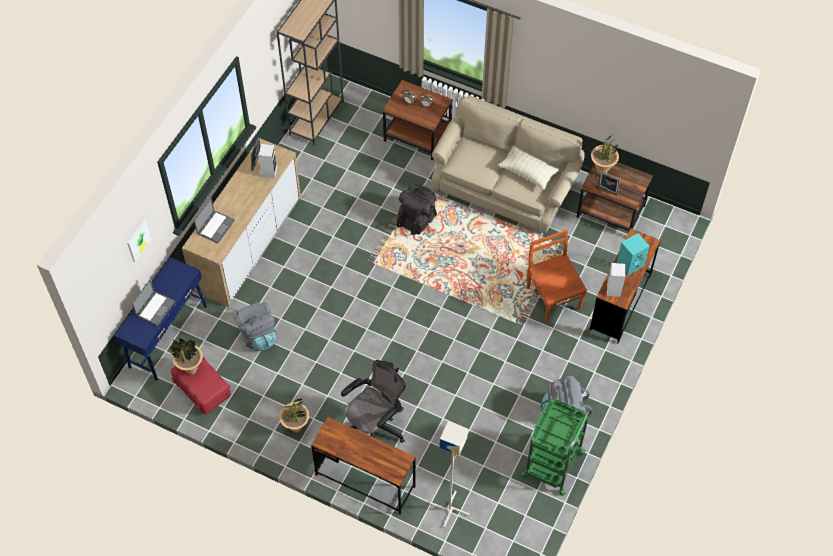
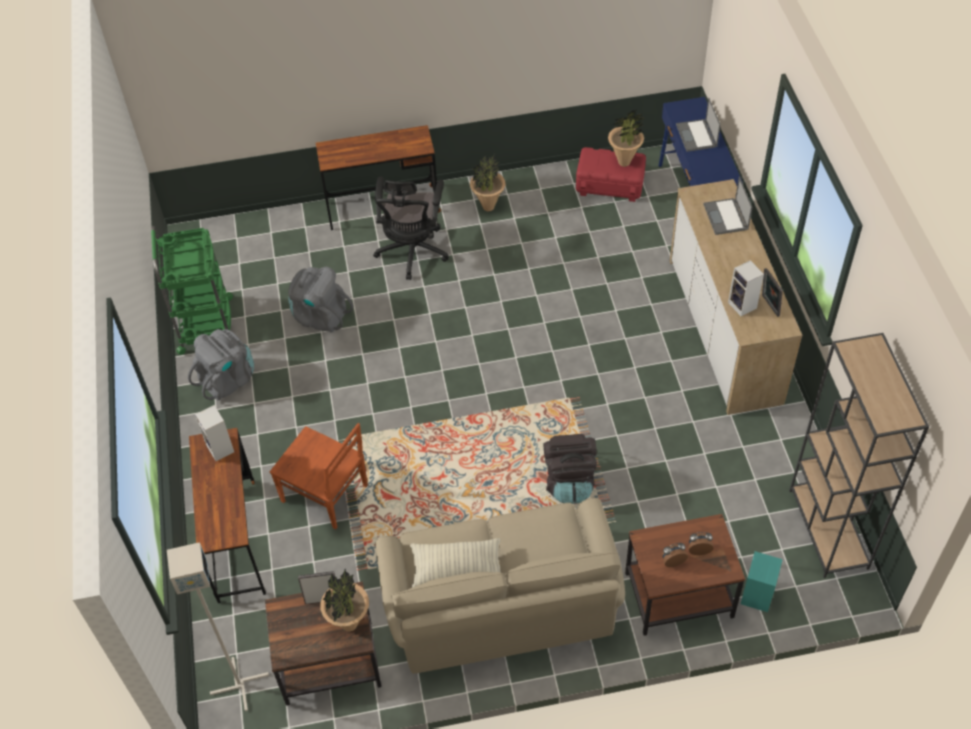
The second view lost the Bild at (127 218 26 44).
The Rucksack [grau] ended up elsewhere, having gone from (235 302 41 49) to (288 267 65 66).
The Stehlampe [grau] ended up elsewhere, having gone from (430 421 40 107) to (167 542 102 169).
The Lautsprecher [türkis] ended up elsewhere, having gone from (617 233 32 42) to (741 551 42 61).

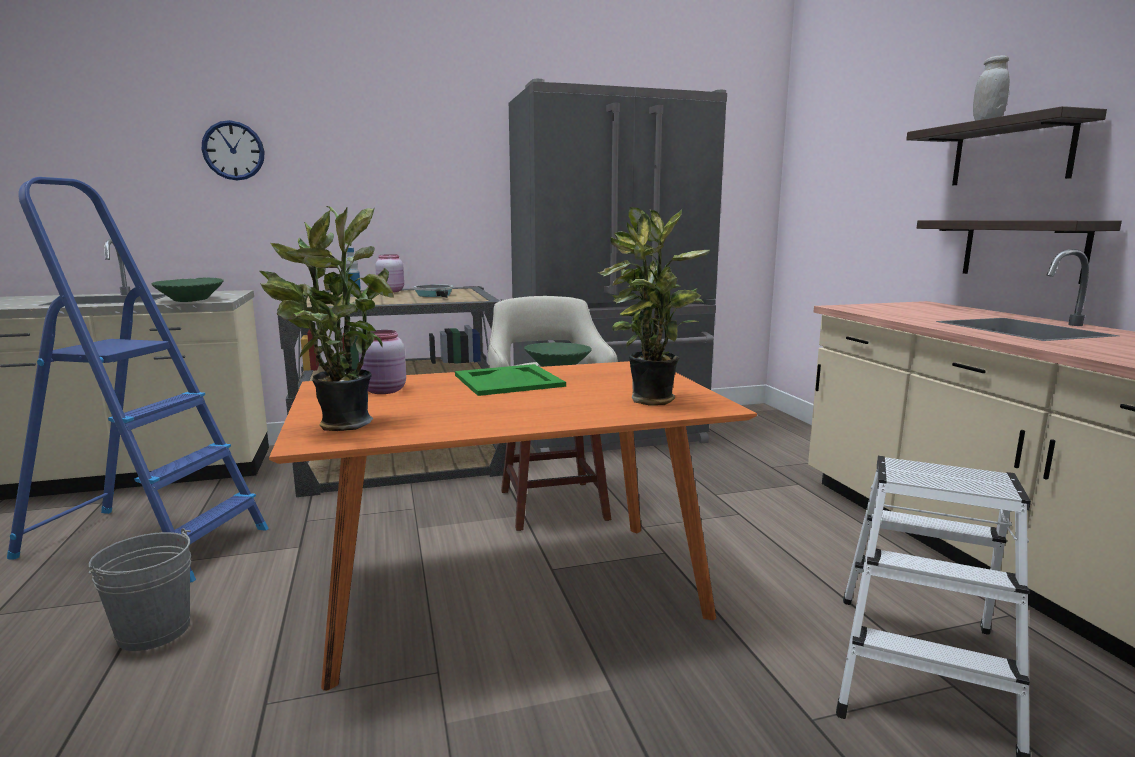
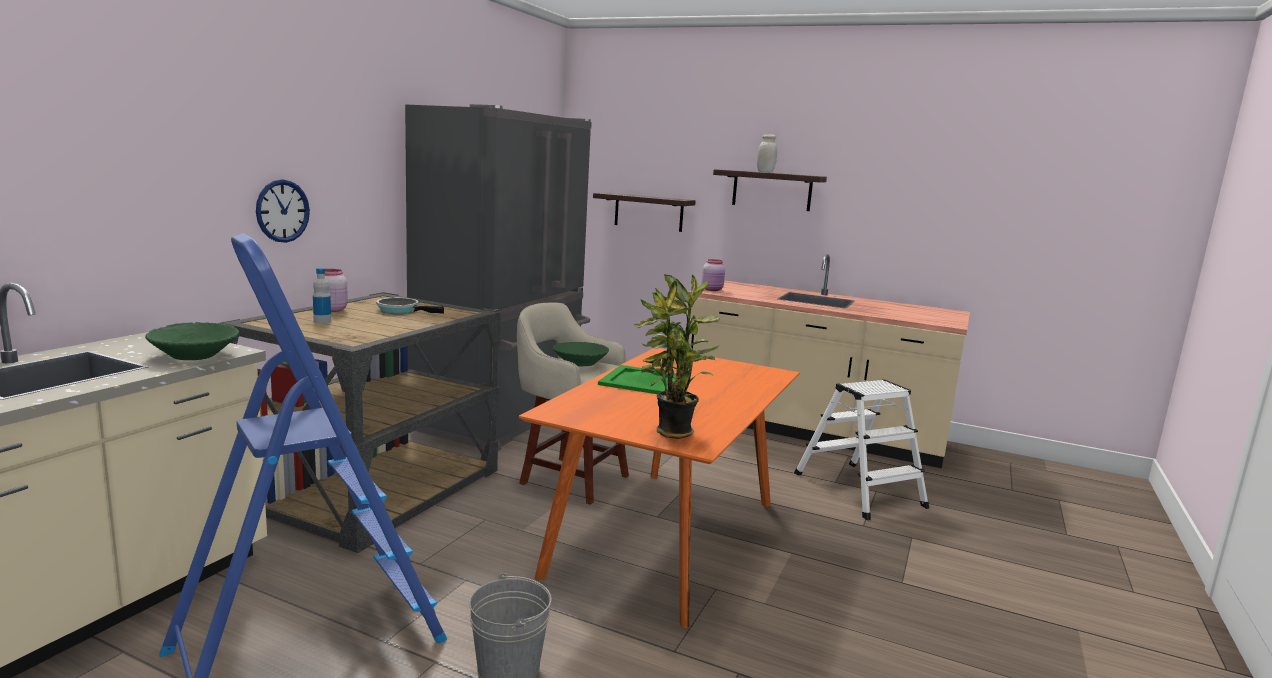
The second view lost the Topfpflanze at (597 207 113 199).
The Wanduhr ended up elsewhere, having gone from (202 120 63 61) to (256 179 54 64).
The Vorratsglas [rosa] ended up elsewhere, having gone from (358 330 48 64) to (702 259 23 32).
The Wandregal ended up elsewhere, having gone from (917 220 205 64) to (593 193 103 39).

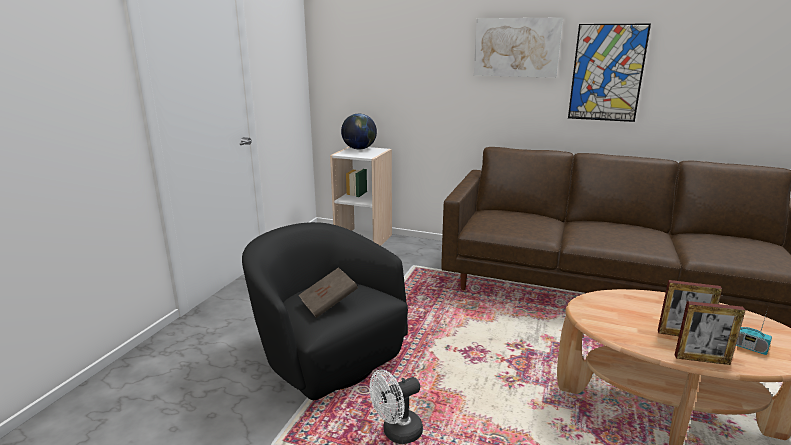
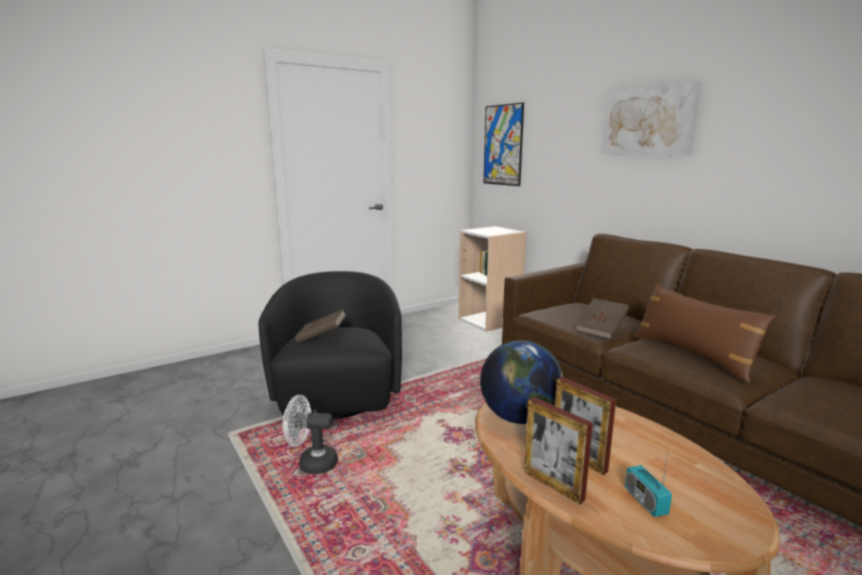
The second view gained the Buch [braun] at (575 298 54 41).
The second view gained the Kissen [braun] at (634 284 142 99).
The Globus ended up elsewhere, having gone from (341 114 36 36) to (480 340 83 84).
The Bild ended up elsewhere, having gone from (568 24 83 98) to (484 103 40 83).

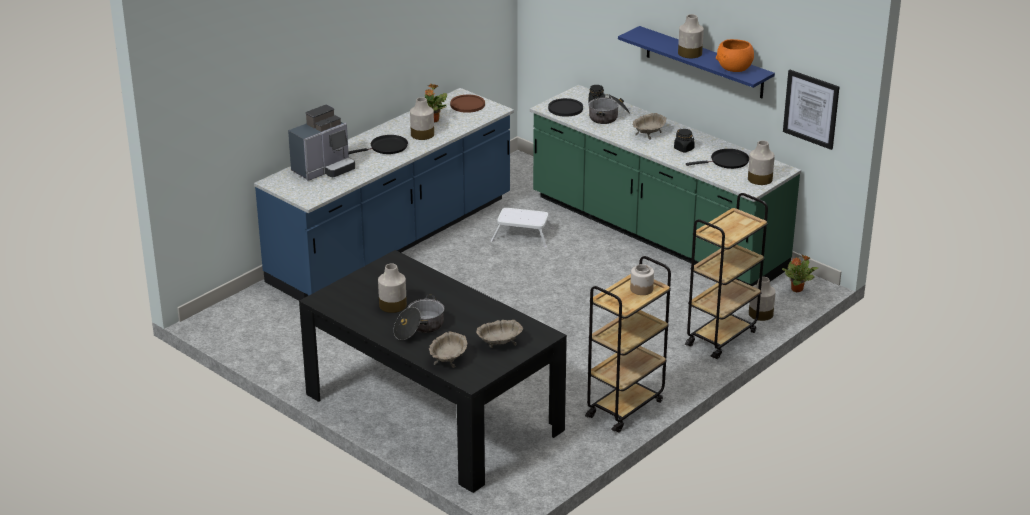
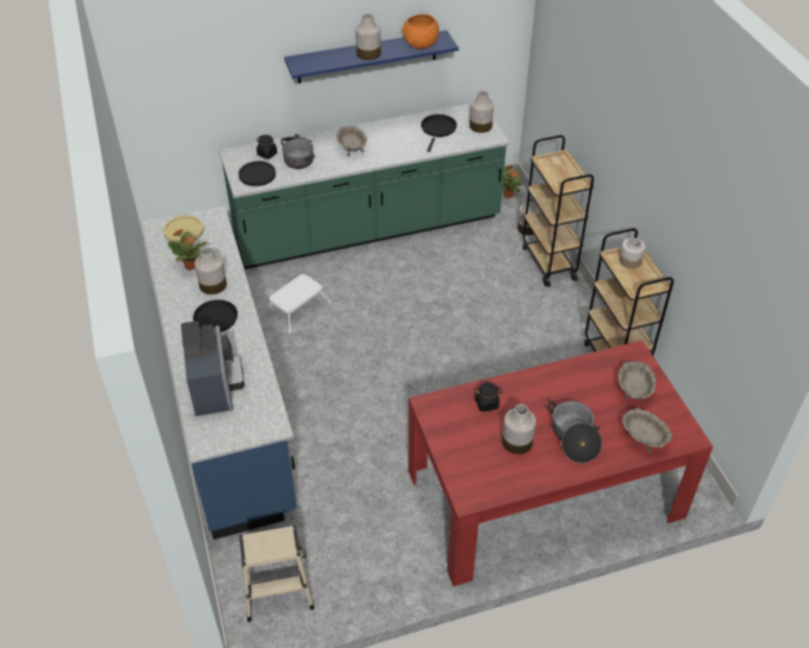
The second view lost the Bild at (783 70 56 80).
The second view gained the Trittleiter [beige] at (239 525 75 97).
The Vorratsglas [schwarz] ended up elsewhere, having gone from (674 129 21 23) to (474 382 28 30).
What was the Esstisch [schwarz] at (299 250 268 243) turned into the Esstisch [rot] at (408 340 305 246).
What was the Teller [braun] at (450 95 35 18) turned into the Teller [gelb] at (163 215 41 29).

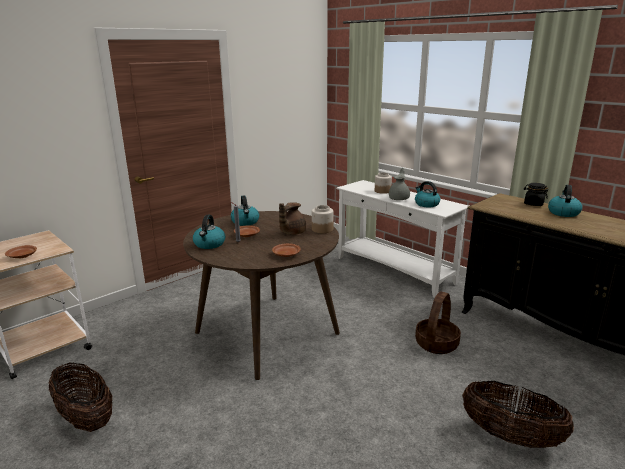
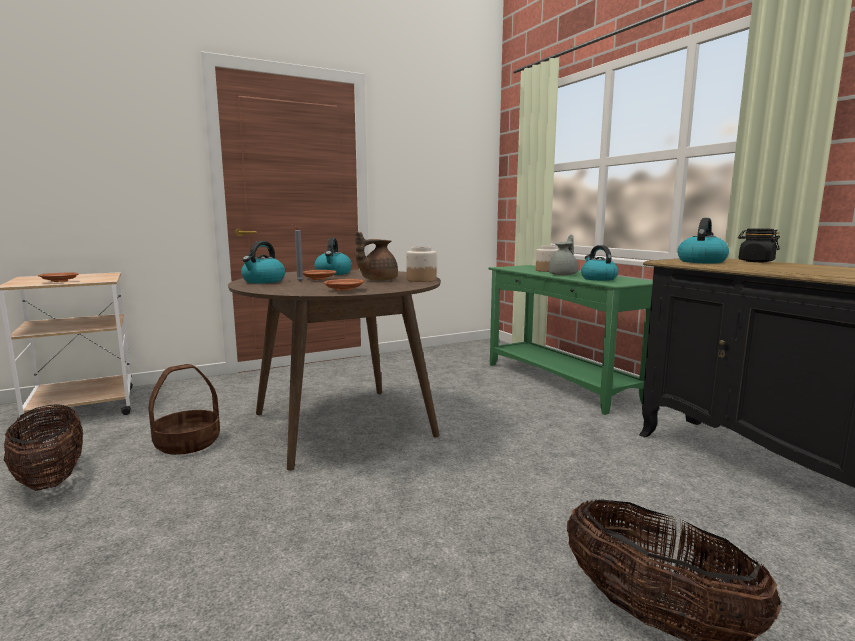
The Korb ended up elsewhere, having gone from (415 291 46 63) to (148 364 72 91).
The Wasserkessel ended up elsewhere, having gone from (548 185 34 32) to (677 218 52 46).
What was the Konsolentisch [weiß] at (336 180 133 118) turned into the Konsolentisch [grün] at (489 265 164 150).

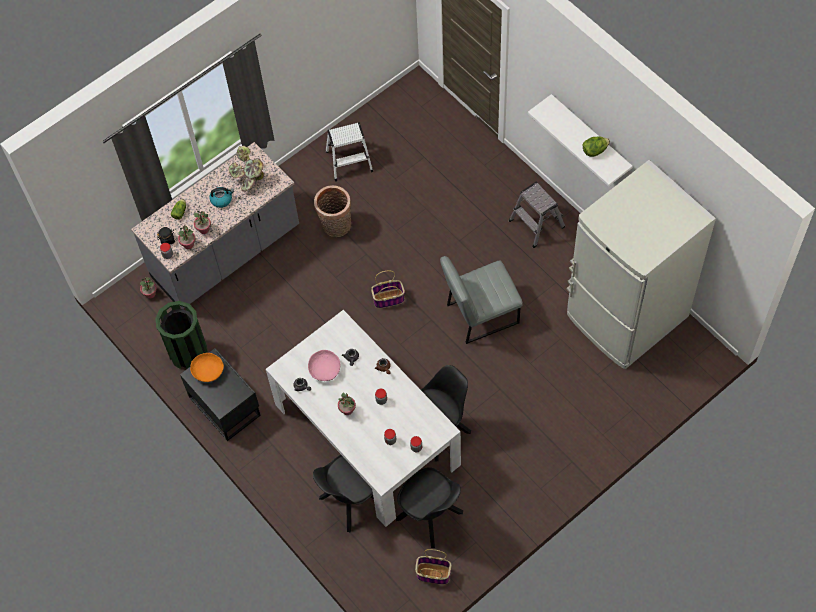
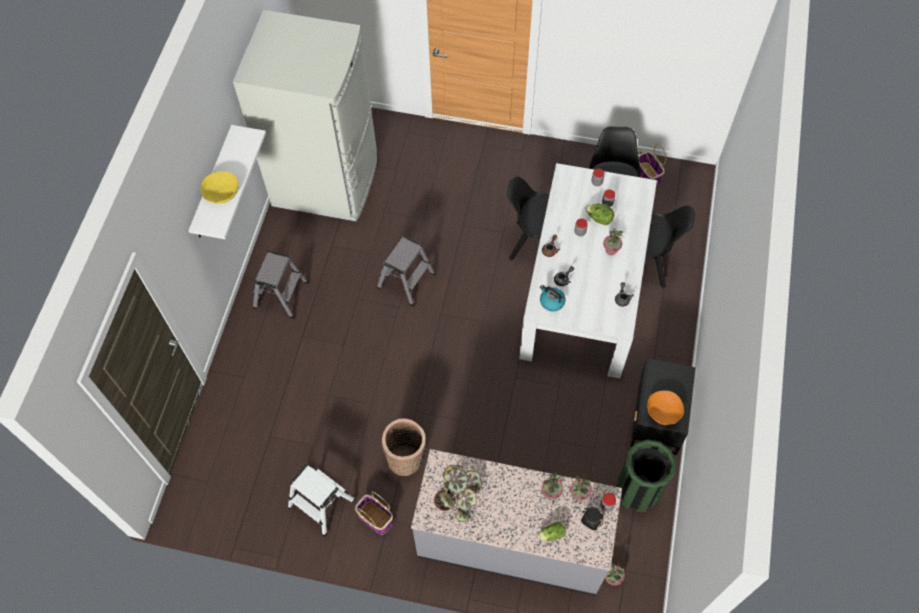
The second view lost the Schüssel [rosa] at (308 350 32 31).
The second view gained the Schüssel [gelb] at (201 171 38 32).
The Wasserkessel ended up elsewhere, having gone from (209 187 25 21) to (540 285 26 26).
The Korb ended up elsewhere, having gone from (371 270 34 38) to (355 491 38 44).
The Salatkopf ended up elsewhere, having gone from (583 137 27 20) to (585 204 29 21).
Where the Stuhl [grau] stood at (440 256 83 88), the Trittleiter [grau] came to stand at (376 236 60 71).

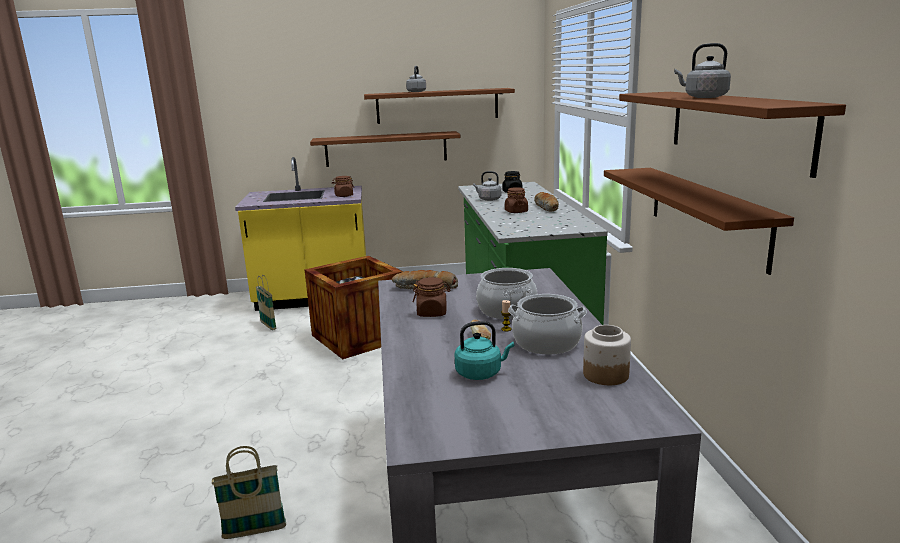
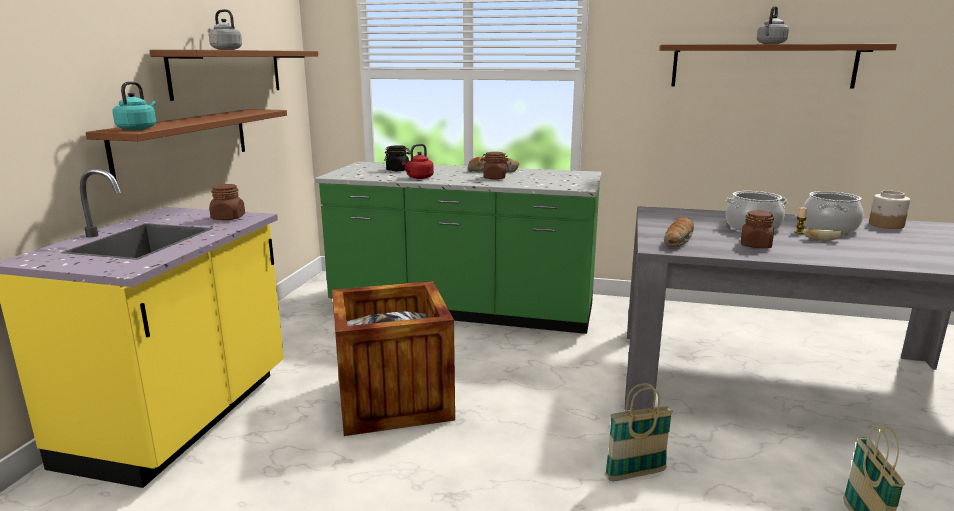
The second view lost the Wandregal [braun] at (604 168 190 107).
The Korb ended up elsewhere, having gone from (256 275 20 55) to (605 383 68 98).
The Wasserkessel [türkis] ended up elsewhere, having gone from (455 321 59 59) to (112 81 44 49).
What was the Wasserkessel [grau] at (473 171 28 30) turned into the Wasserkessel [rot] at (402 144 32 35).

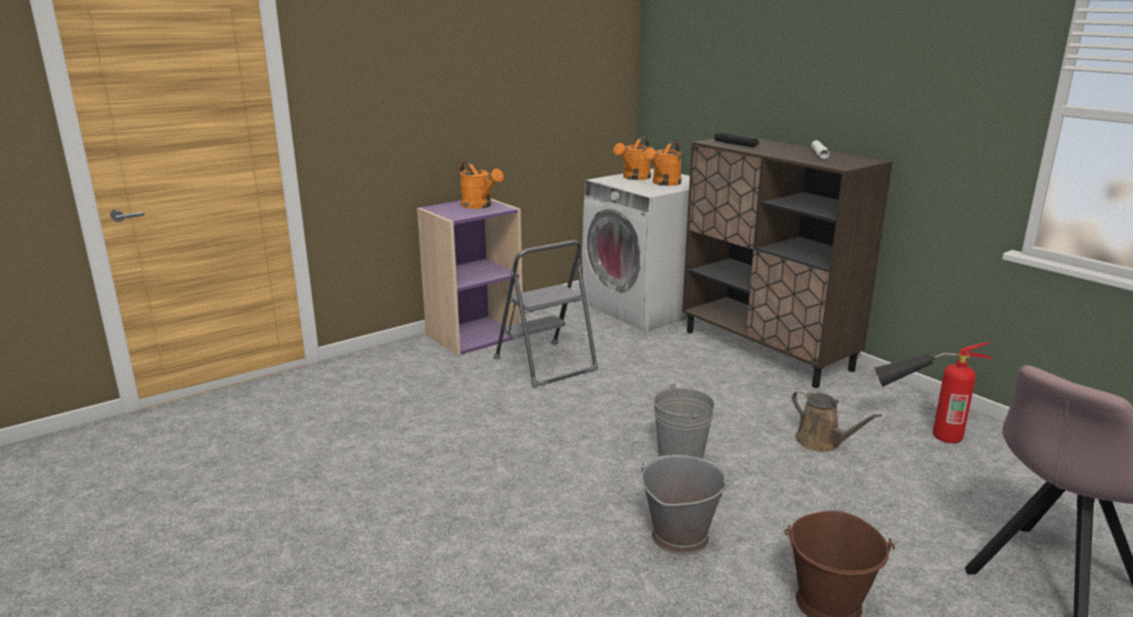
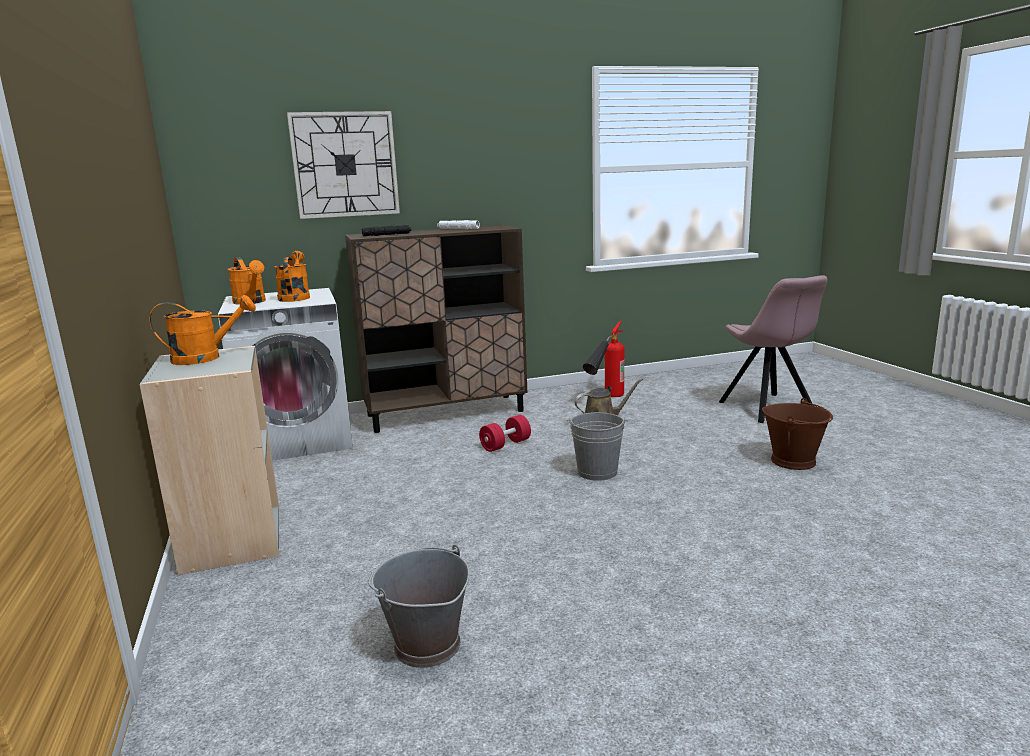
The second view lost the Trittleiter [grau] at (493 240 105 148).
The second view gained the Wanduhr at (287 111 113 108).
The second view gained the Hantel [rot] at (479 415 52 37).
The Eimer [grau] ended up elsewhere, having gone from (639 455 92 100) to (368 545 101 123).
What was the Bücherregal [lila] at (417 199 105 157) turned into the Bücherregal [grau] at (139 346 140 229).
The Gießkanne [orange] at (643 141 39 45) ended up facing another way, 150 degrees counterclockwise from before.

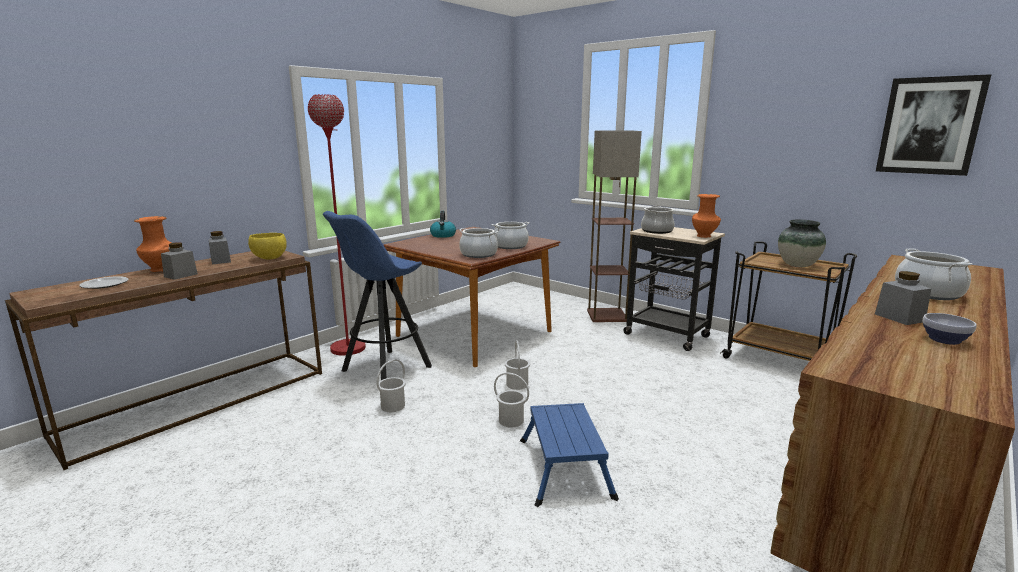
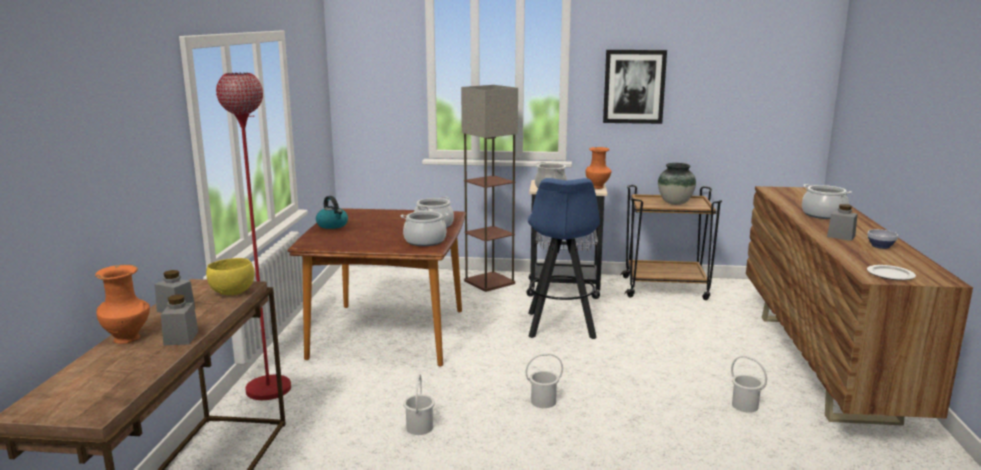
The second view lost the Trittleiter [blau] at (520 403 99 104).
The Teller ended up elsewhere, having gone from (79 276 50 13) to (867 265 49 15).
The Hocker [blau] ended up elsewhere, having gone from (323 211 109 169) to (528 178 72 161).
The Eimer [weiß] ended up elsewhere, having gone from (505 340 25 50) to (731 356 36 57).
The Bild ended up elsewhere, having gone from (876 74 115 102) to (603 50 64 74).

